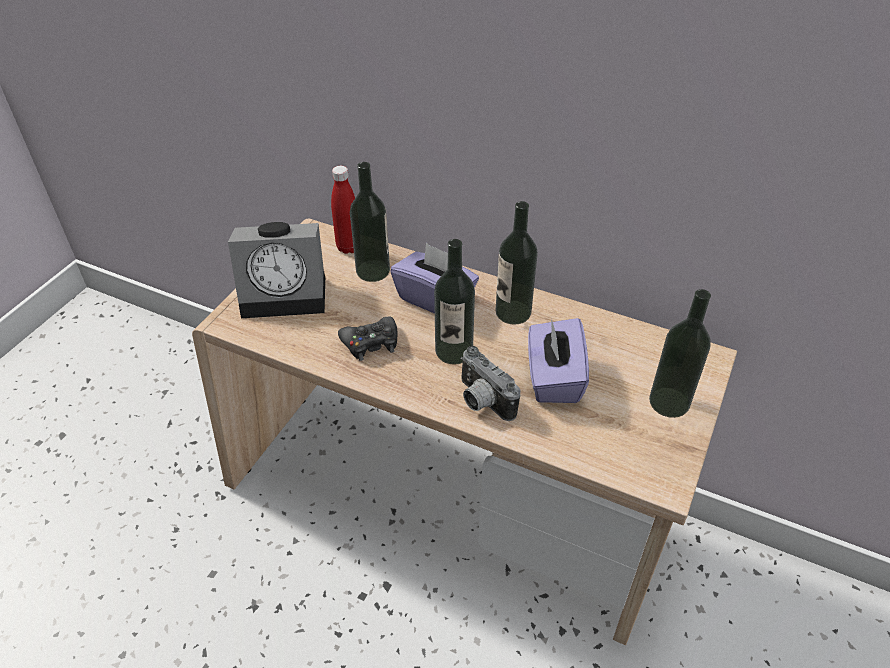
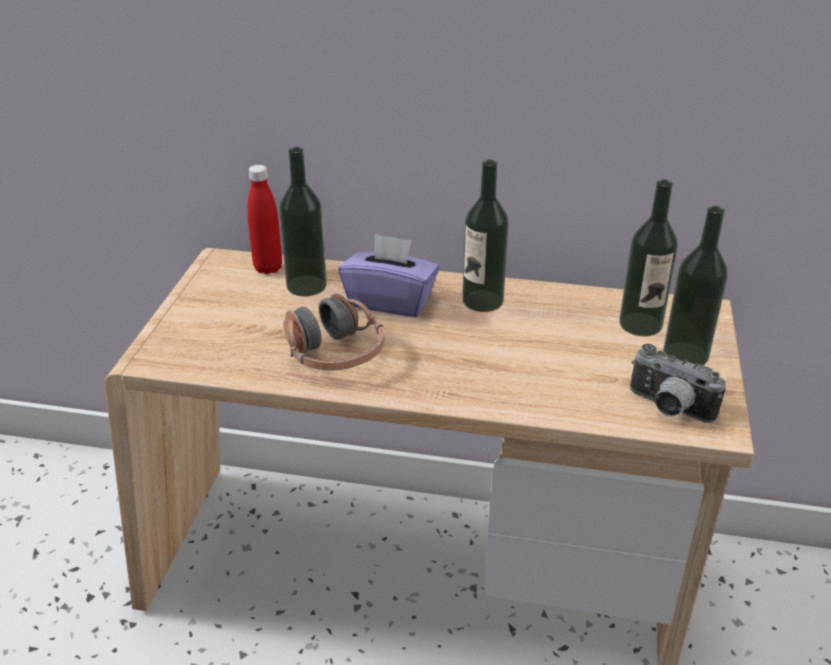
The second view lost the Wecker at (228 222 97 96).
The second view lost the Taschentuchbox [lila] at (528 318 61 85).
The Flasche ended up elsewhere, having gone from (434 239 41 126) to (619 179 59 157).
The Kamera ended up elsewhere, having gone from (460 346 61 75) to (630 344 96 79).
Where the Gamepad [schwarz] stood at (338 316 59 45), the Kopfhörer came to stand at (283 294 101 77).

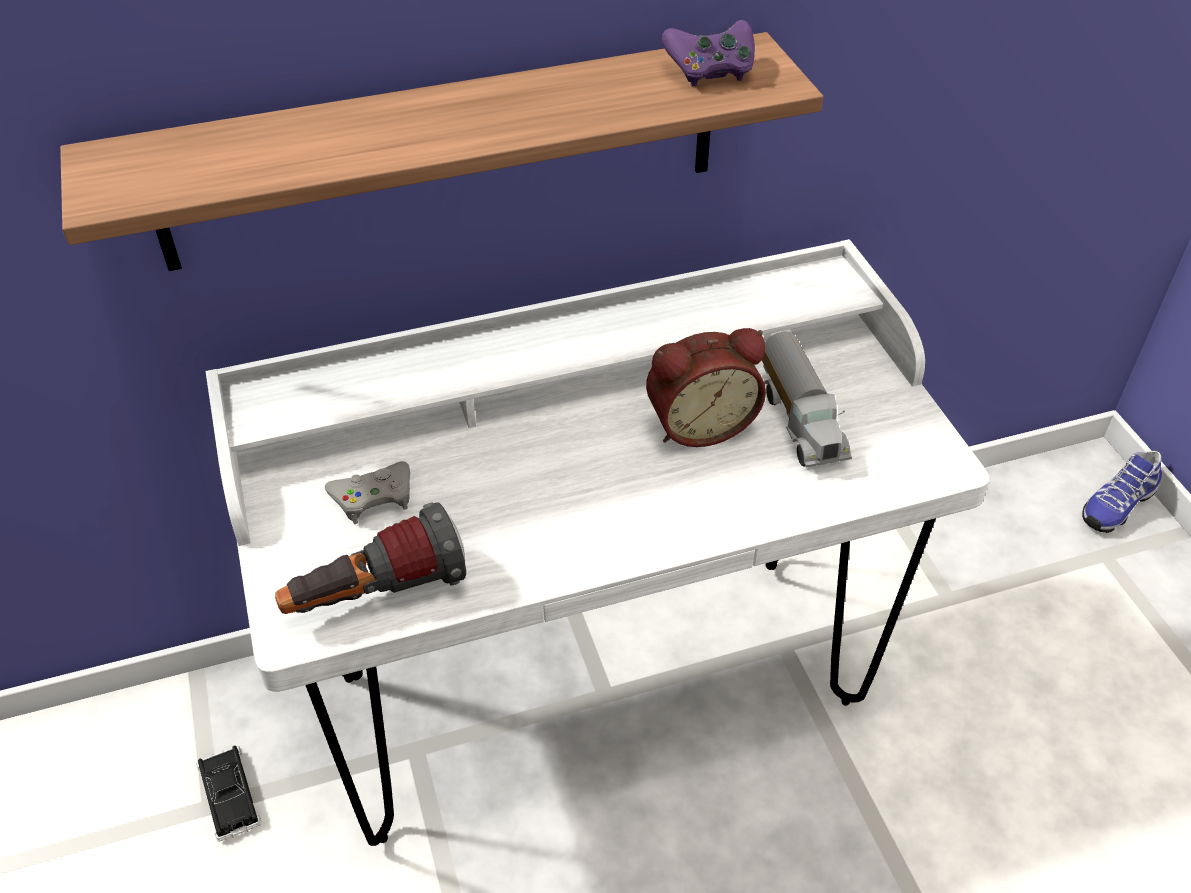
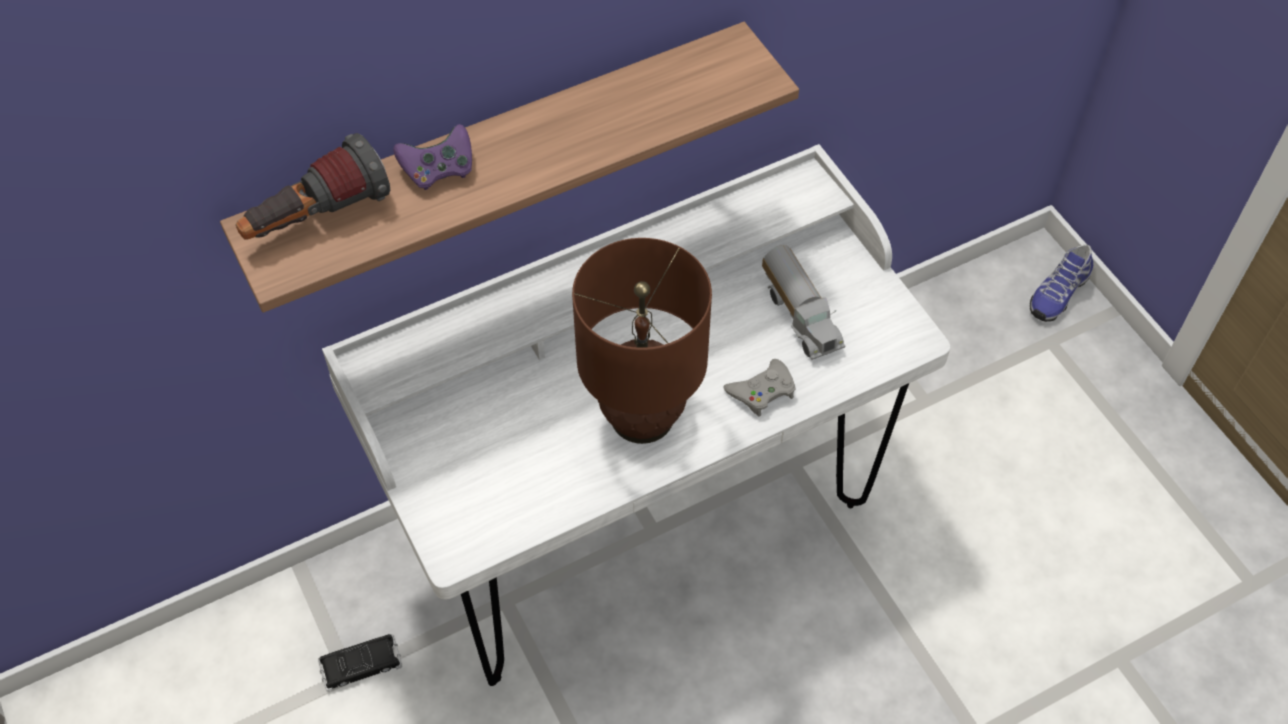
The second view lost the Wecker at (646 328 120 119).
The second view gained the Tischlampe [braun] at (572 238 140 206).
The Taschenlampe ended up elsewhere, having gone from (275 502 191 112) to (236 133 154 107).
The Gamepad [grau] ended up elsewhere, having gone from (325 461 85 63) to (723 359 73 58).
The Gamepad [lila] ended up elsewhere, having gone from (662 20 93 67) to (393 124 79 66).
The Spielzeugauto [schwarz] at (197 745 65 97) ended up facing another way, 75 degrees counterclockwise from before.

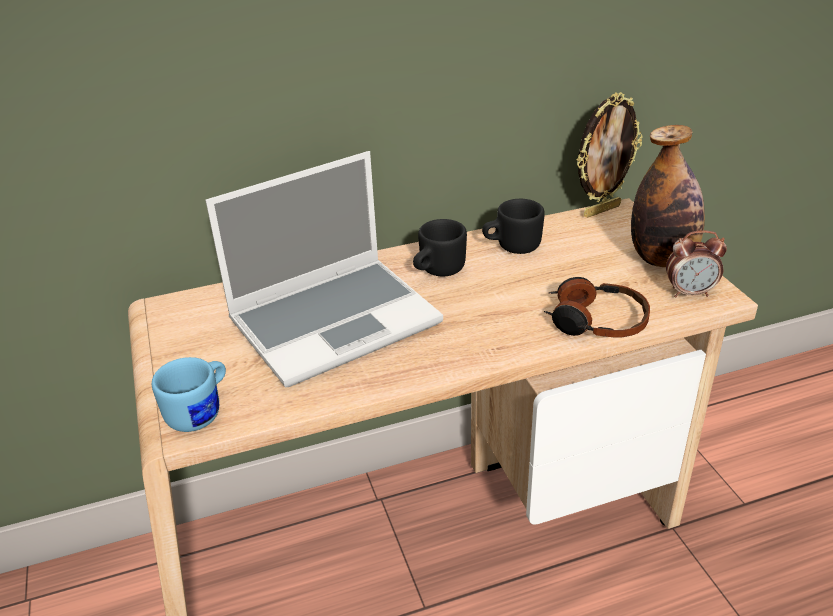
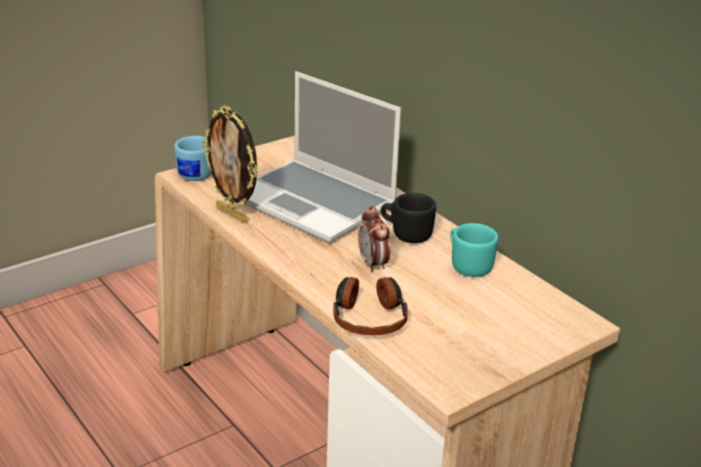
The second view lost the Flasche at (631 125 74 142).
The Bilderrahmen ended up elsewhere, having gone from (577 92 65 126) to (202 105 56 118).
The Wecker ended up elsewhere, having gone from (666 230 61 67) to (358 206 32 67).
What was the Henkelbecher [schwarz] at (482 199 63 55) turned into the Henkelbecher [türkis] at (450 223 48 54).

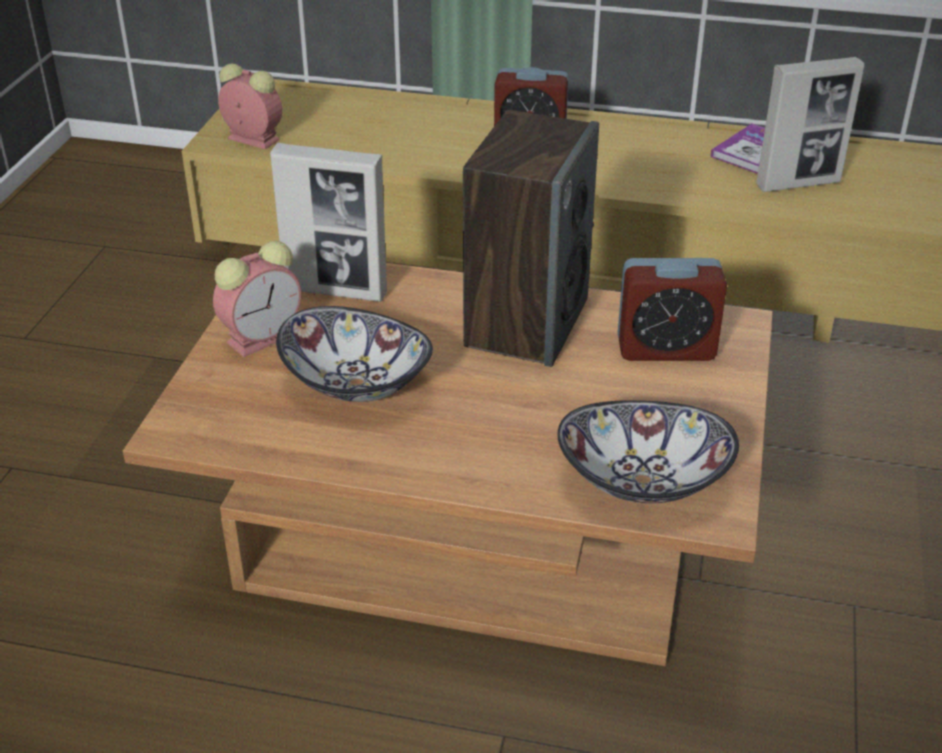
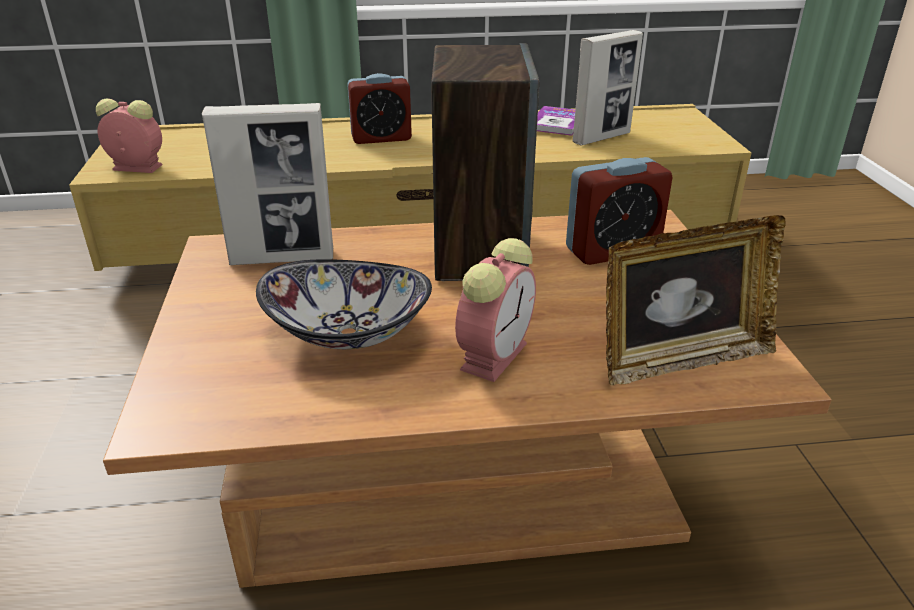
The Wecker ended up elsewhere, having gone from (213 241 88 116) to (455 238 81 144).
Where the Schüssel stood at (557 400 182 104), the Bilderrahmen came to stand at (606 215 180 171).

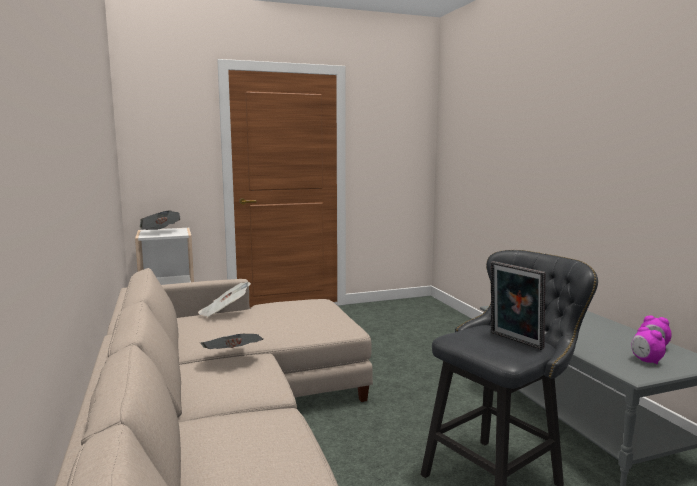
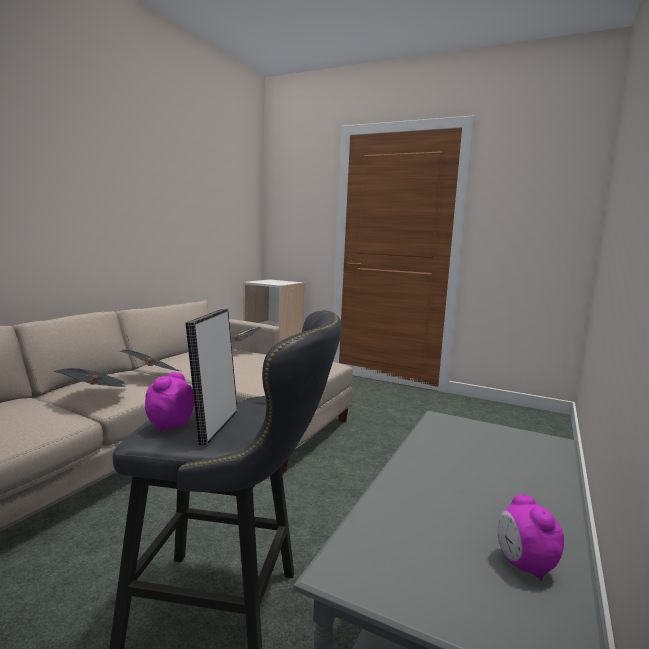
The Zeitung ended up elsewhere, having gone from (140 211 40 19) to (53 368 74 19).
The Wecker ended up elsewhere, having gone from (632 327 34 38) to (145 372 49 60).

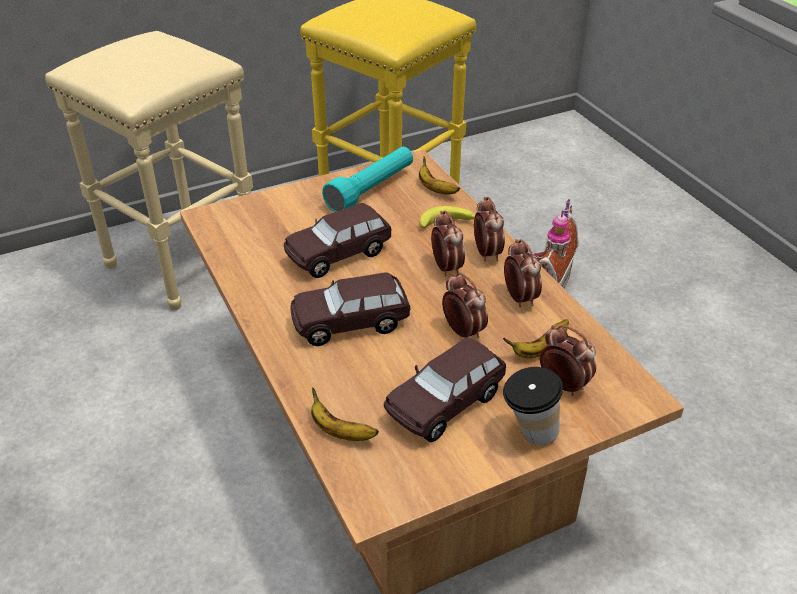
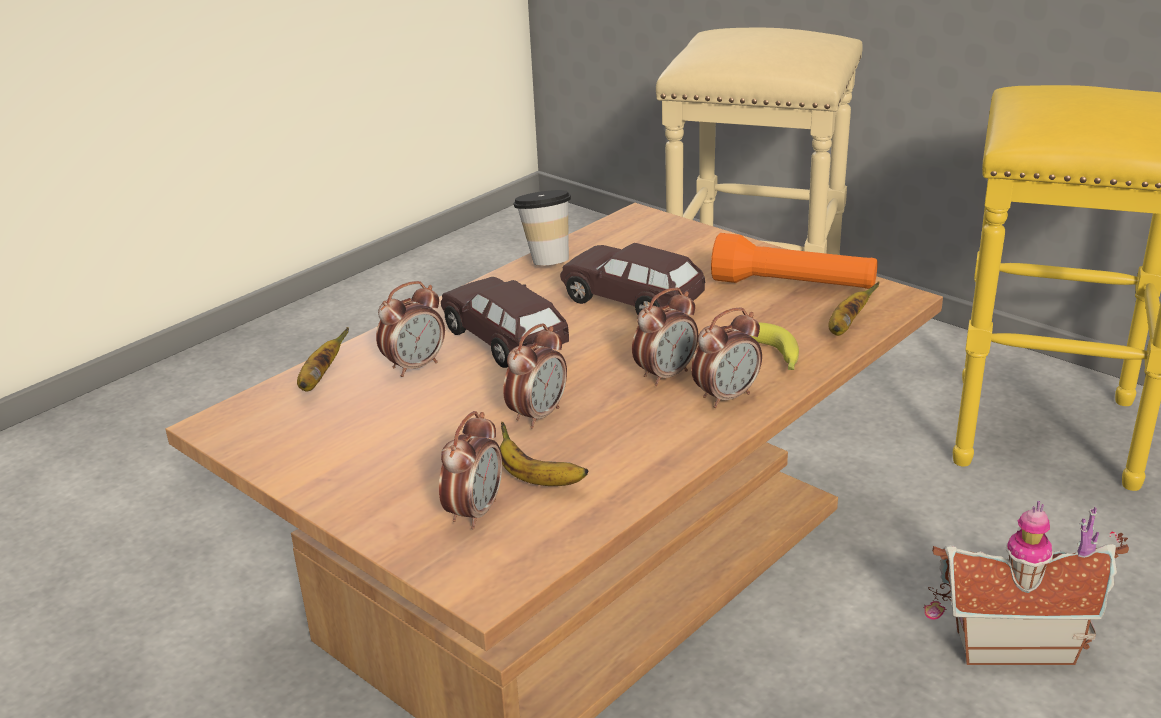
The second view lost the Spielzeugauto [braun] at (384 338 122 104).
The Tasse ended up elsewhere, having gone from (503 367 60 78) to (513 190 58 76).
The Wecker ended up elsewhere, having gone from (504 239 38 68) to (376 281 69 96).
What was the Taschenlampe [türkis] at (322 147 91 65) turned into the Taschenlampe [orange] at (711 233 167 56).

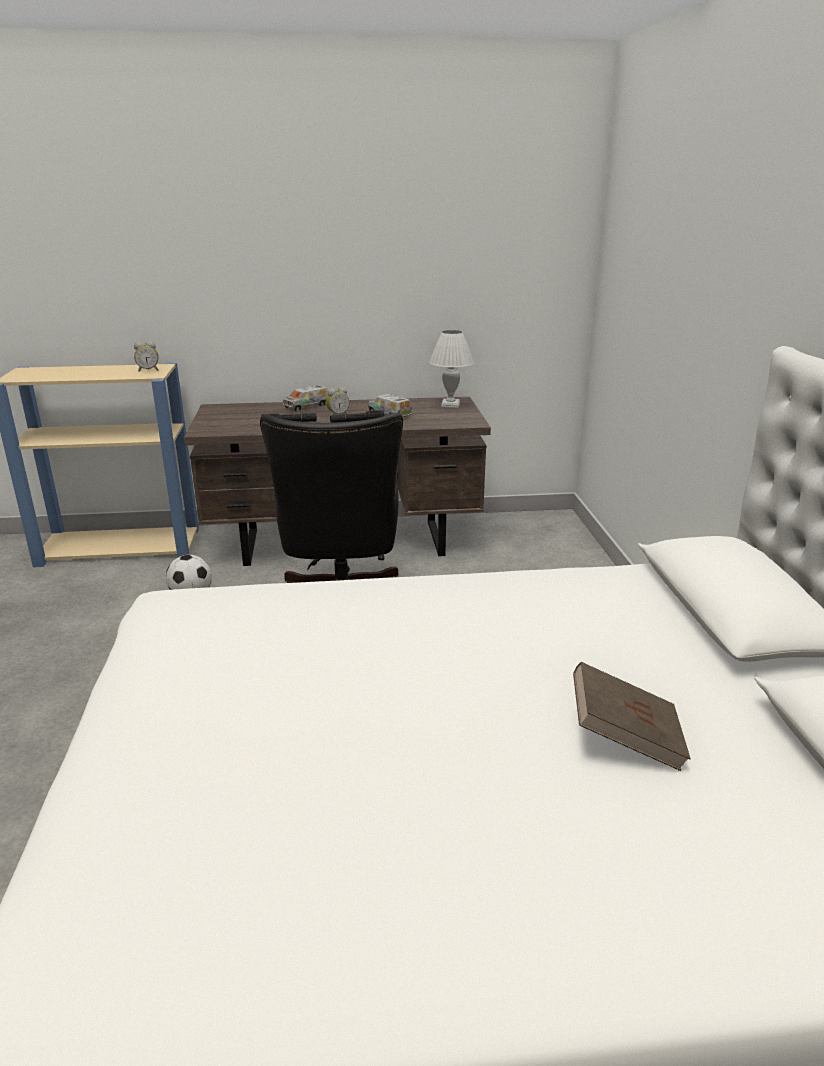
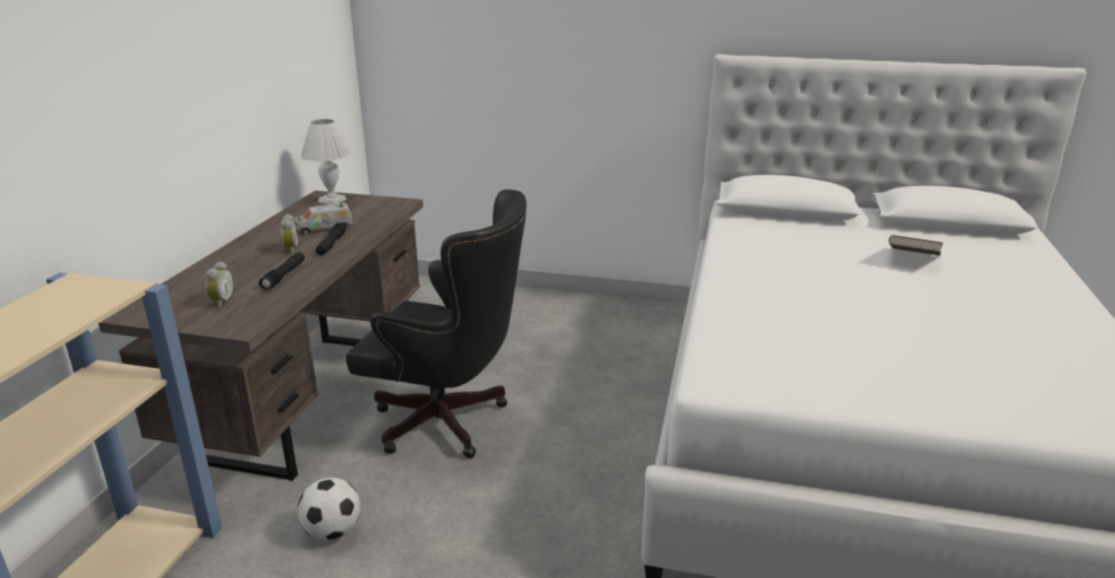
The second view lost the Spielzeuglaster at (283 385 45 26).
The Wecker ended up elsewhere, having gone from (134 341 25 31) to (205 261 29 47).

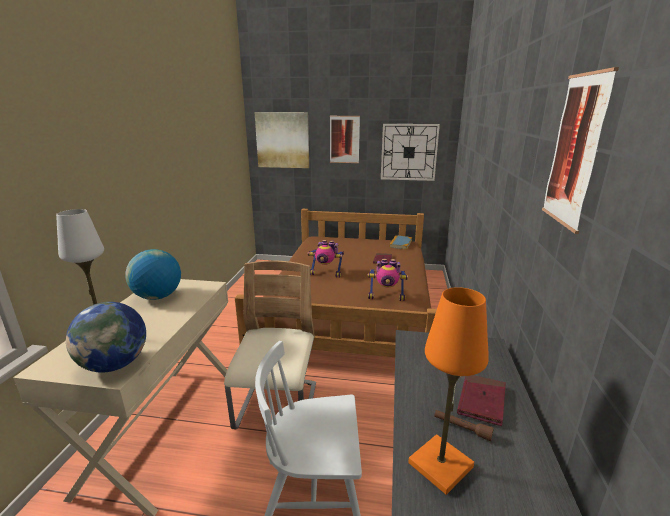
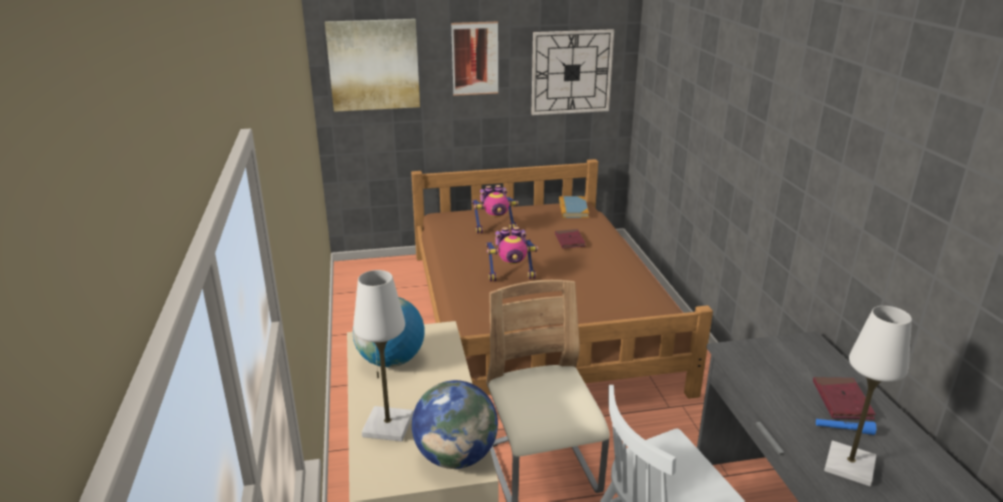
The second view lost the Bild at (542 67 77 167).
The Spielzeugroboter ended up elsewhere, having gone from (367 259 41 42) to (472 185 46 49).
What was the Tischlampe [orange] at (408 287 81 208) turned into the Tischlampe [weiß] at (824 306 88 180).
What was the Taschenlampe [braun] at (434 410 60 31) turned into the Taschenlampe [blau] at (816 419 60 16).

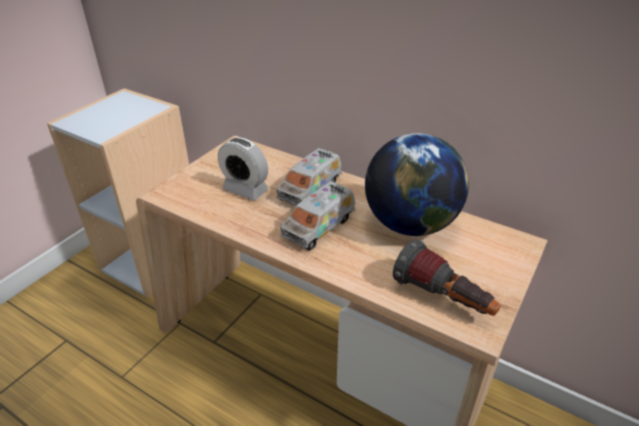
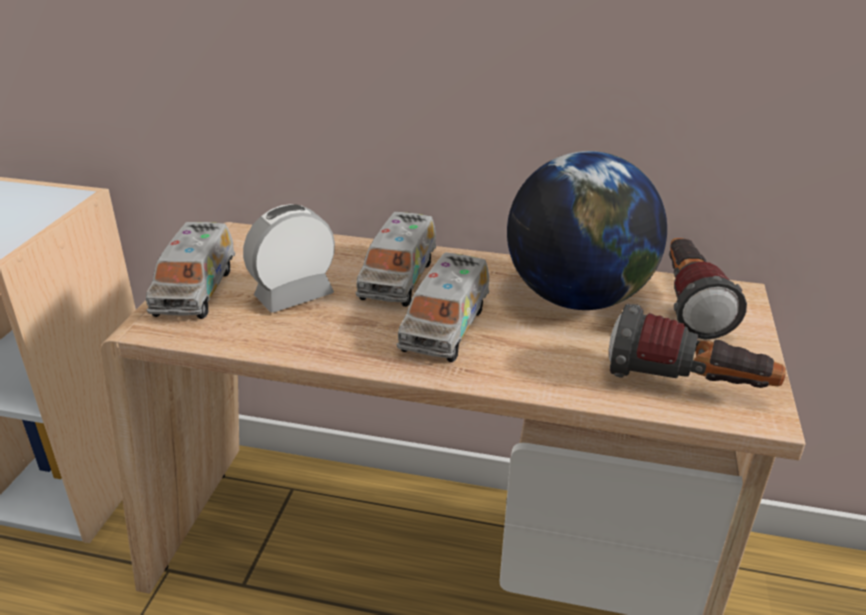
The second view gained the Spielzeuglaster at (146 222 89 97).
The second view gained the Taschenlampe at (669 238 78 102).
The Wecker at (218 137 51 64) ended up facing another way, 135 degrees clockwise from before.

